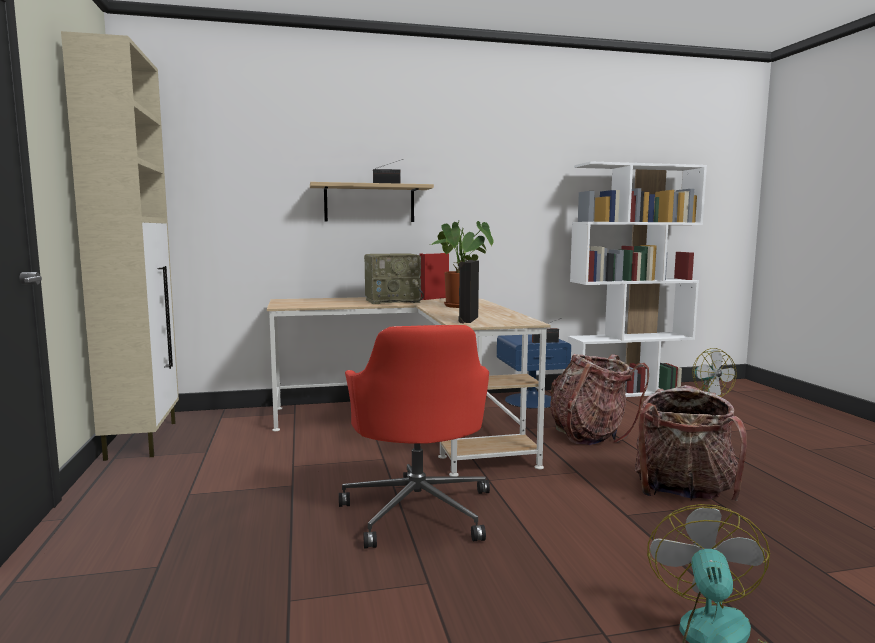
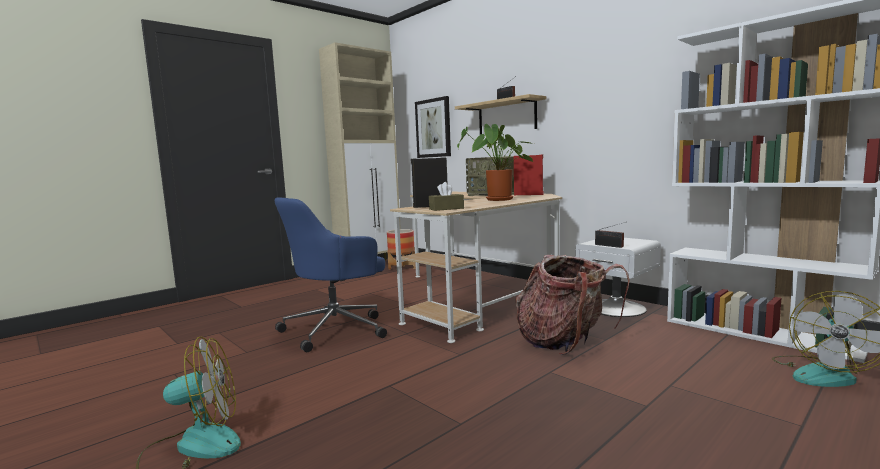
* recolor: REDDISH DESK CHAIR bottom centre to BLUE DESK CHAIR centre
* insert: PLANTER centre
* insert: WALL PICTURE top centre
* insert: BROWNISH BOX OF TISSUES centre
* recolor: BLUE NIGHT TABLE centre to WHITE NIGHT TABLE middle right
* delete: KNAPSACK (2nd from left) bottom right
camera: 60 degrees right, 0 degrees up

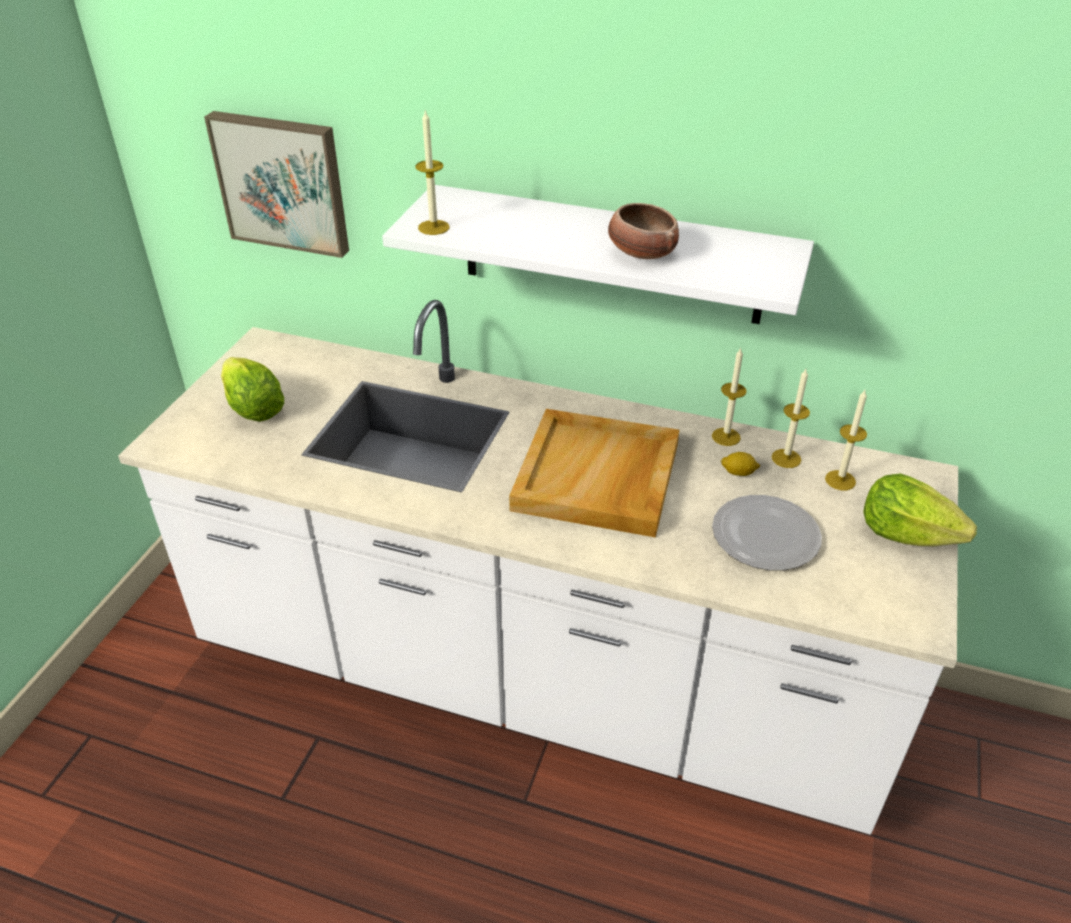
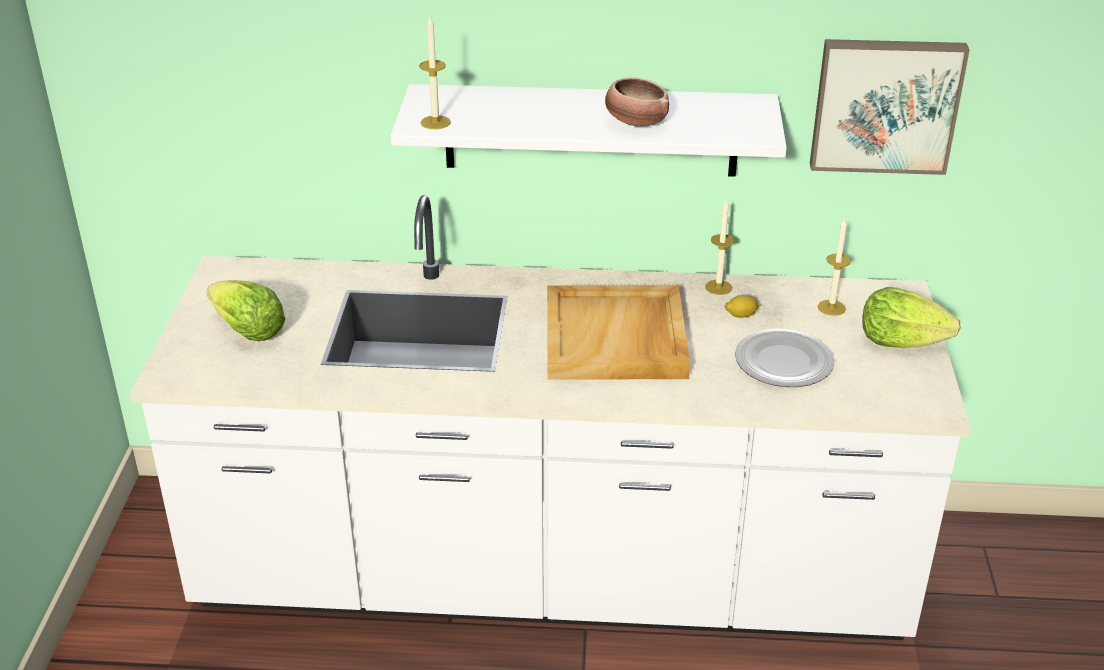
* move: WALL PICTURE top left to top right
* delete: WAX CANDLE (3rd from left) middle right
camera: 15 degrees left, 5 degrees down

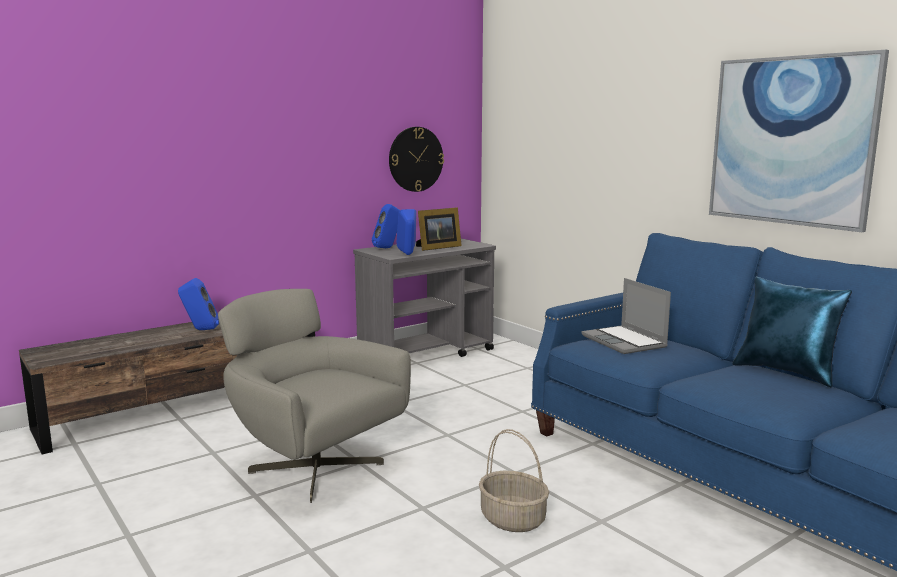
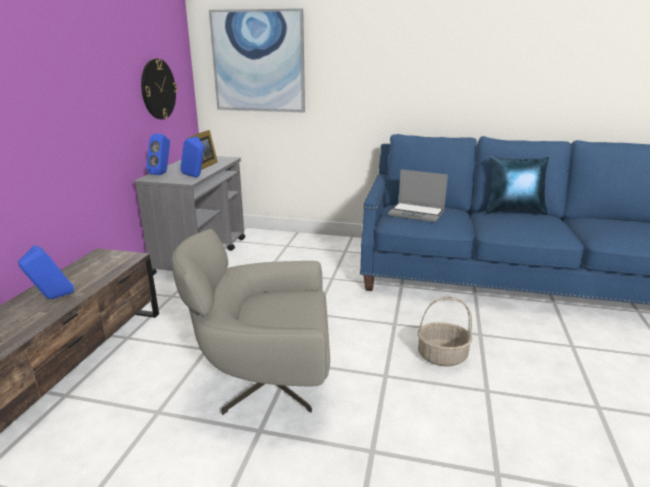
* move: WALL PICTURE top right to top centre
camera: 40 degrees left, 10 degrees up

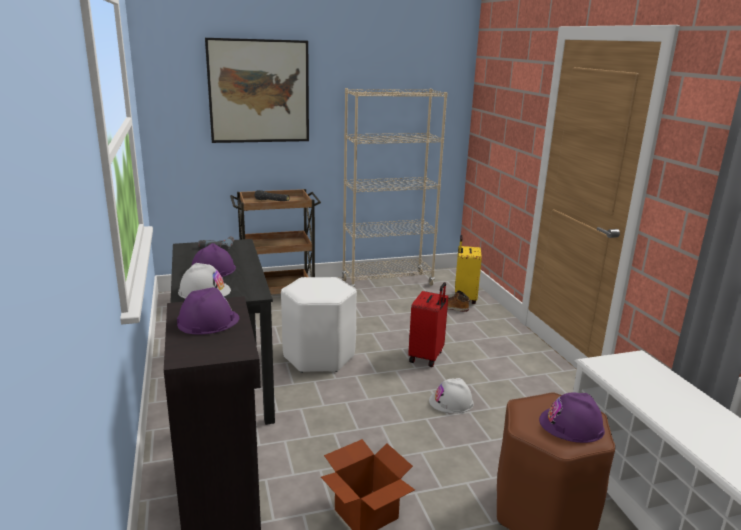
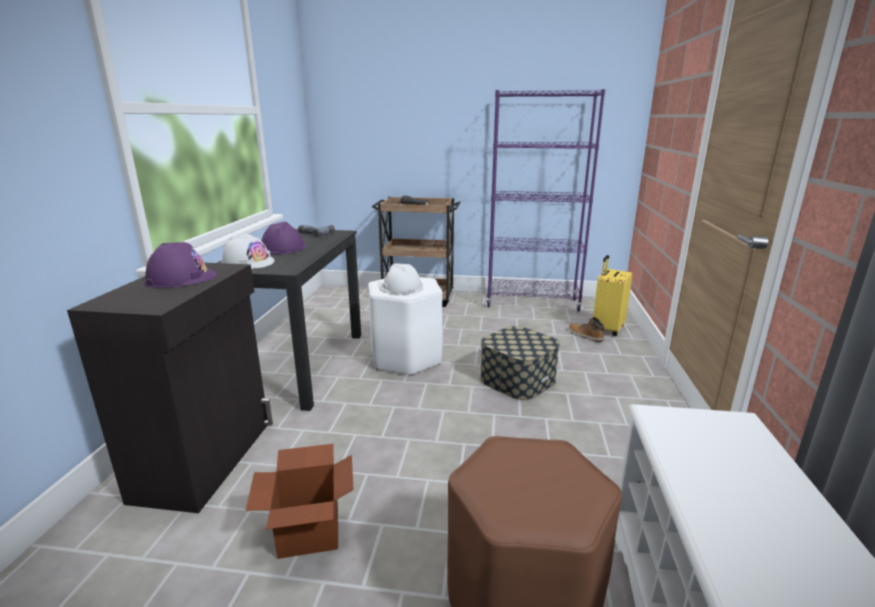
* move: WHITE SAFETY HELMET (2nd from left) bottom centre to centre
* replace: REDDISH TRAVEL CASE centre to STORAGE CONTAINER centre
* recolor: BEIGE-COLOURED BOOKSHELF centre to PURPLE-COLOURED BOOKSHELF top centre
* delete: WALL PICTURE top centre
* delete: PURPLE-COLOURED SAFETY HELMET (3rd from left) bottom right
camera: 25 degrees right, 0 degrees up

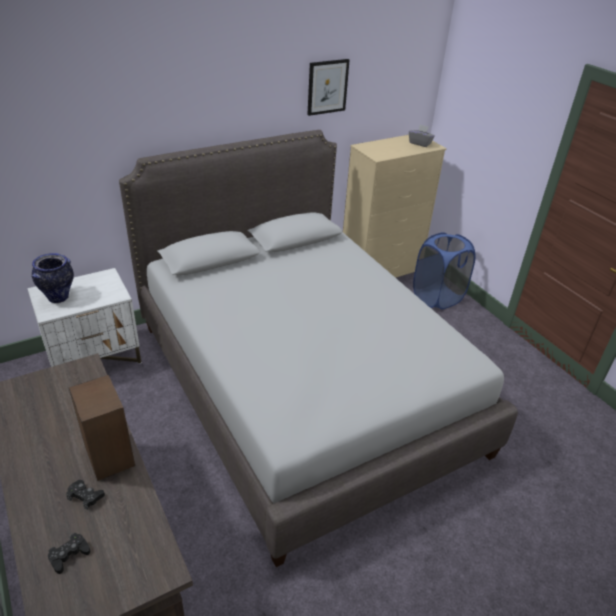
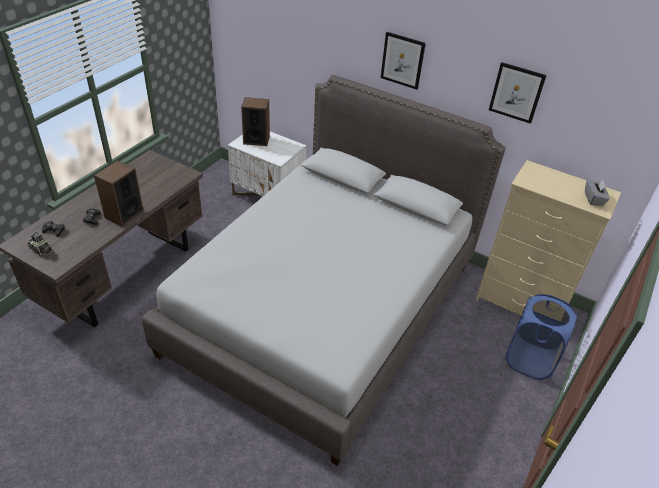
* insert: STILL CAMERA middle left
* replace: FLOWER VASE middle left to LOUDSPEAKER (2nd from left) top centre
* insert: WALL PICTURE (1st from left) top centre
camera: 60 degrees right, 5 degrees up

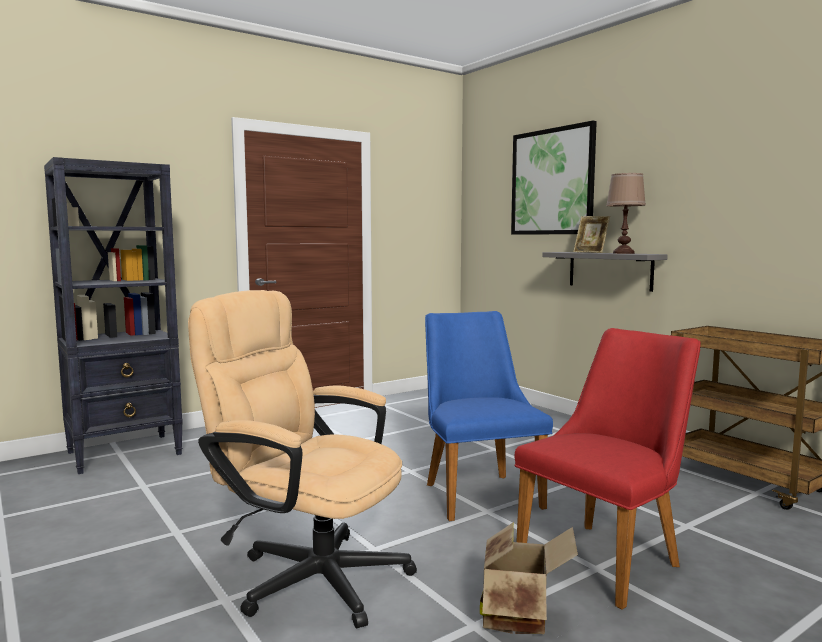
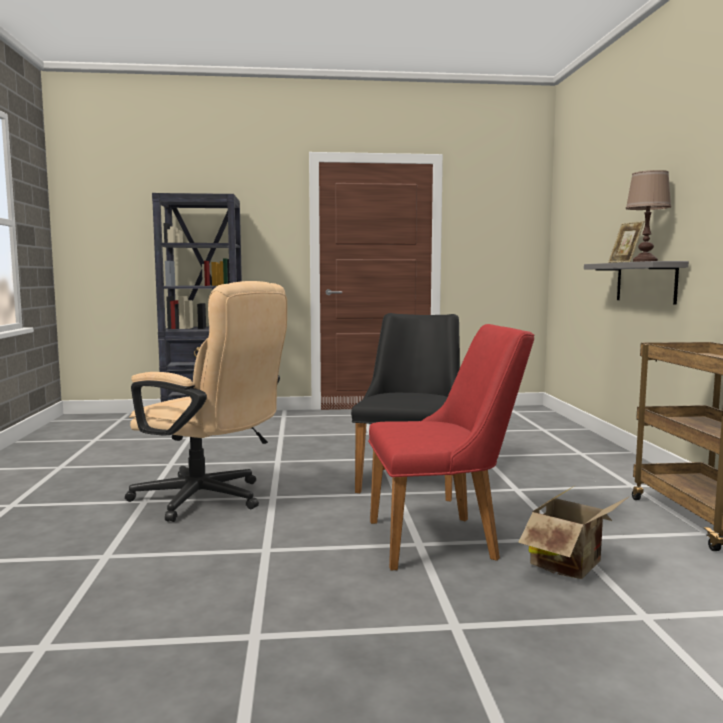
* rotate: BEIGE-COLOURED DESK CHAIR bottom centre = middle left 150 degrees clockwise
* recolor: BLUE PLAIN CHAIR centre to BLACK PLAIN CHAIR centre
* move: CARDBOARD BOX bottom centre to bottom right
* delete: WALL PICTURE top right
camera: 30 degrees right, 0 degrees up

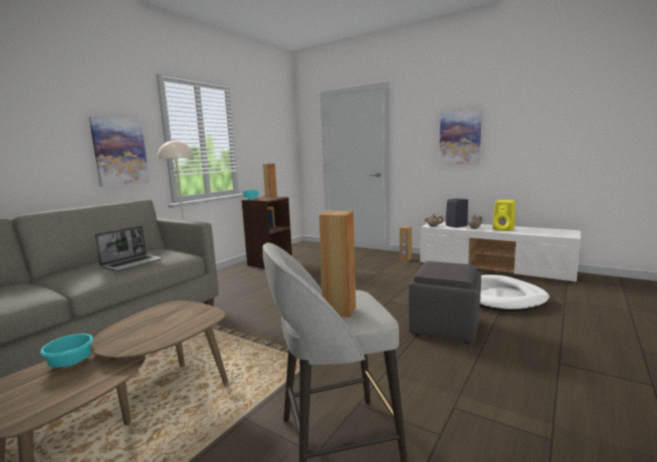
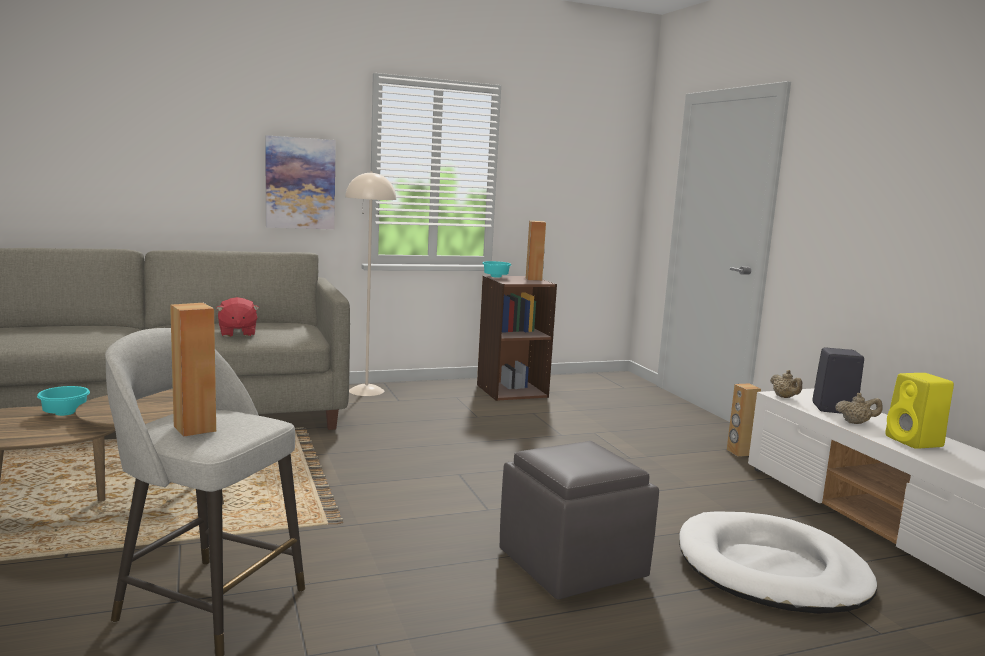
* replace: NOTEBOOK COMPUTER middle left to REDDISH CUDDLY TOY middle left
* delete: WALL PICTURE (2nd from left) top right
camera: 35 degrees right, 0 degrees up

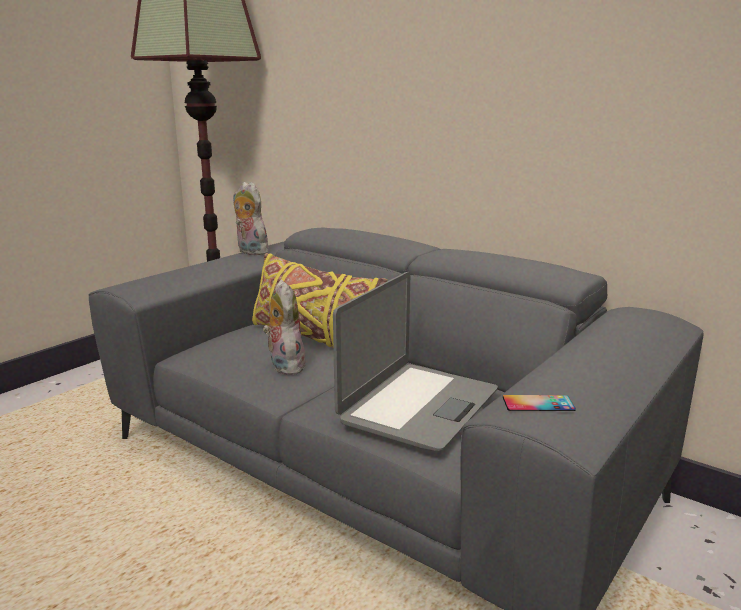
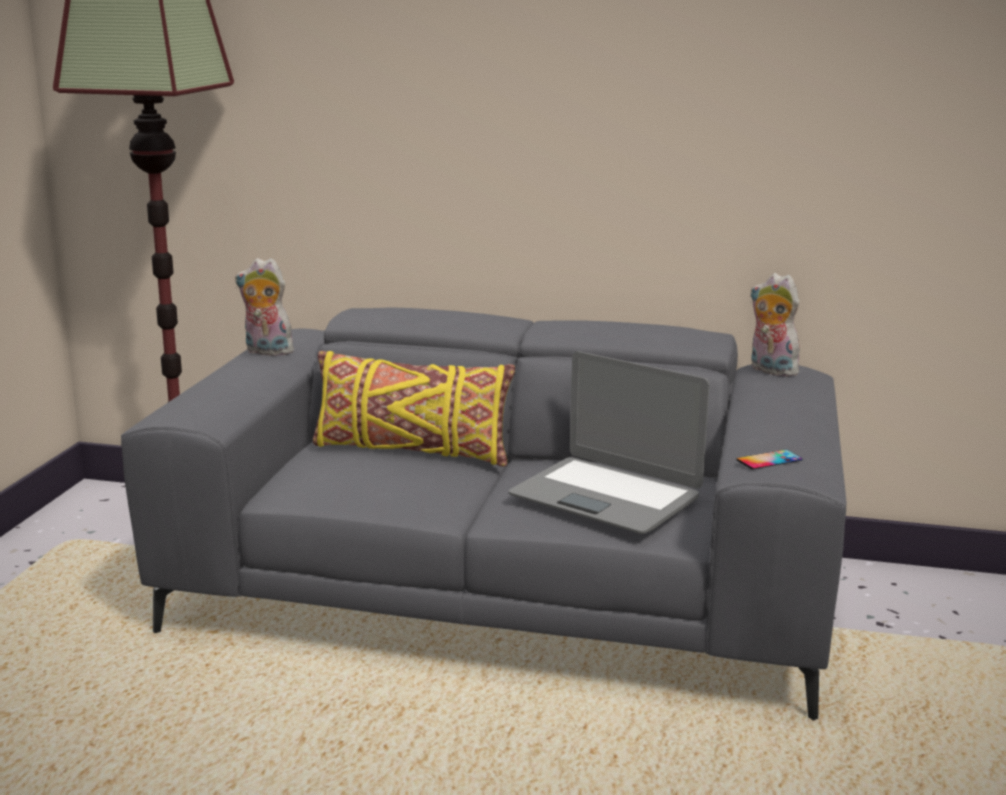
* rotate: NOTEBOOK COMPUTER centre = centre 120 degrees clockwise
* move: CUDDLY TOY (2nd from left) centre to middle right
camera: 25 degrees left, 0 degrees up

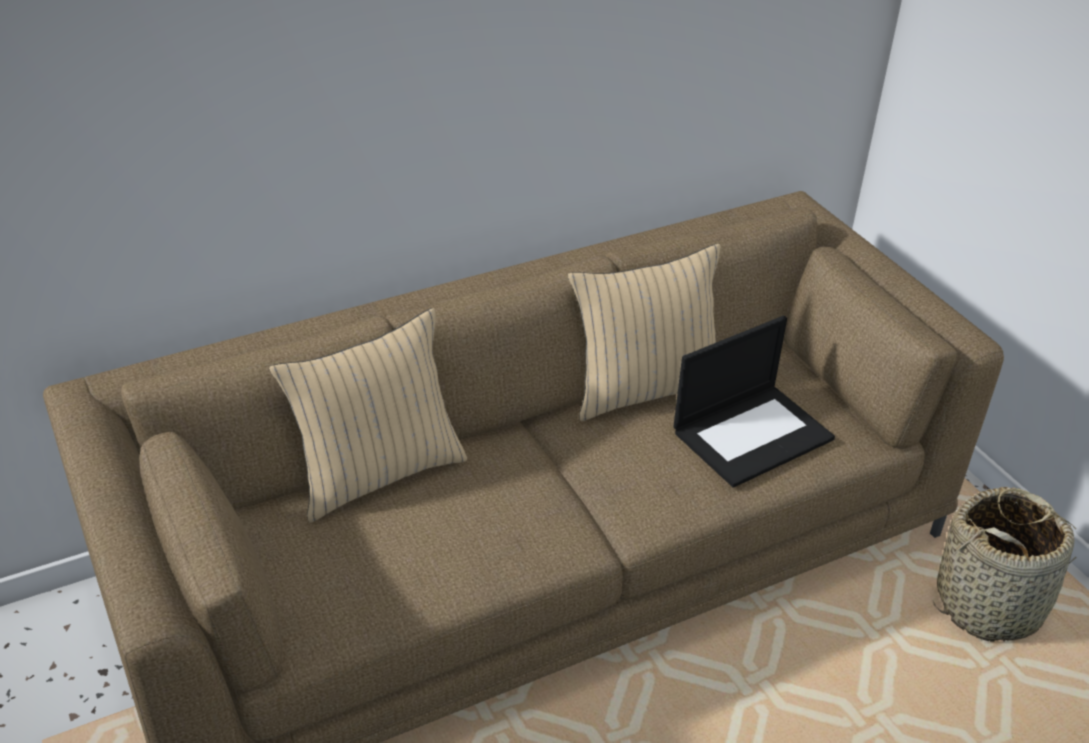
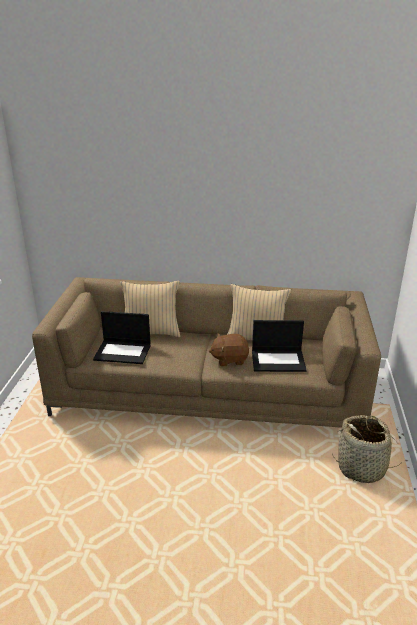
* insert: NOTEBOOK COMPUTER (1st from left) middle left
* insert: BROWNISH CUDDLY TOY centre
camera: 35 degrees right, 10 degrees down

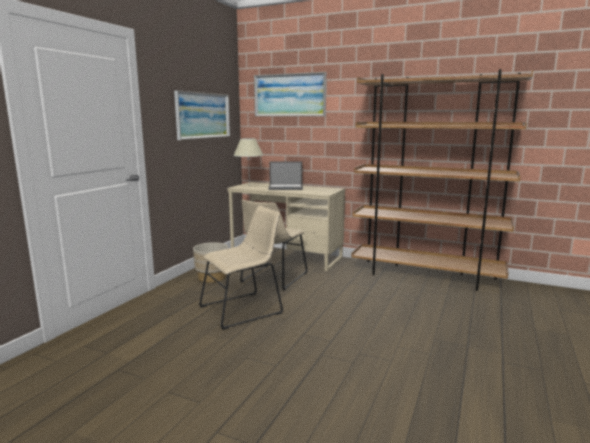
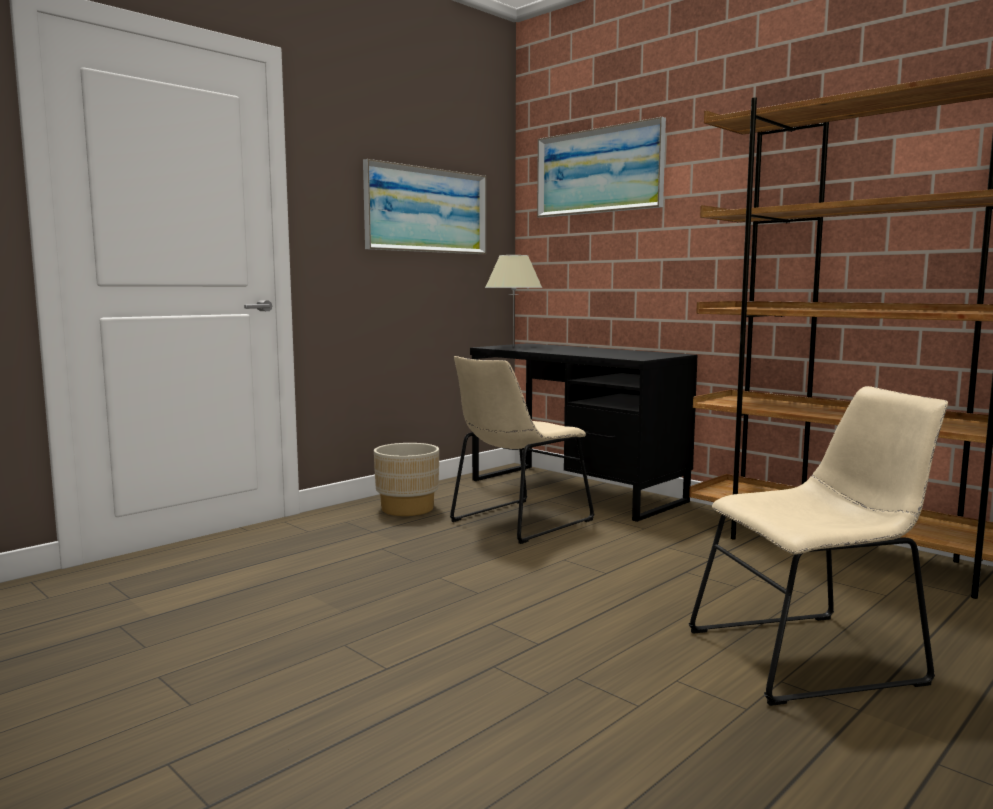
* recolor: BEIGE-COLOURED DESK centre to BLACK DESK centre
* move: BEIGE-COLOURED PLAIN CHAIR (1st from left in the first image) centre to BEIGE-COLOURED PLAIN CHAIR (2nd from left) bottom right
* delete: NOTEBOOK COMPUTER centre
camera: 20 degrees right, 5 degrees down

